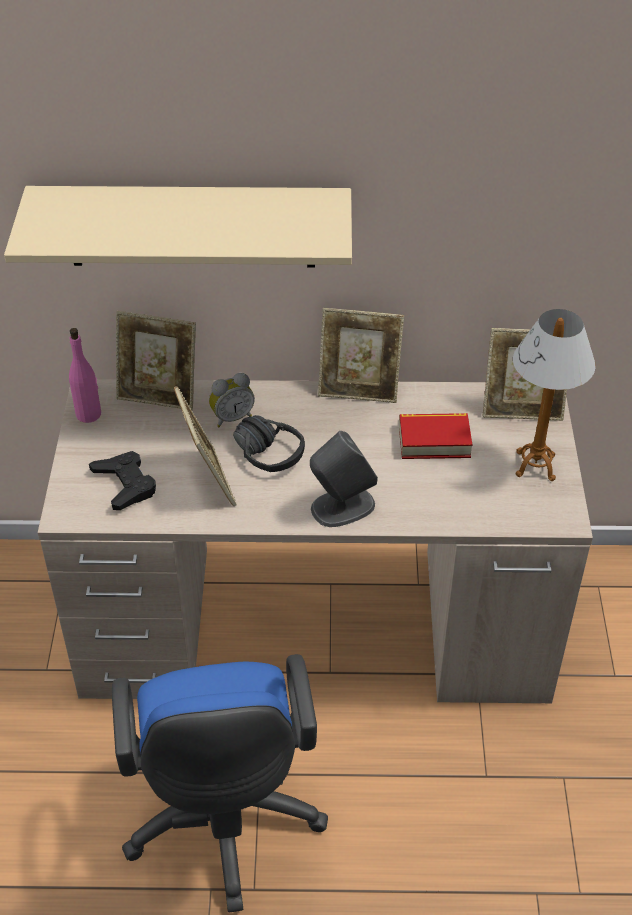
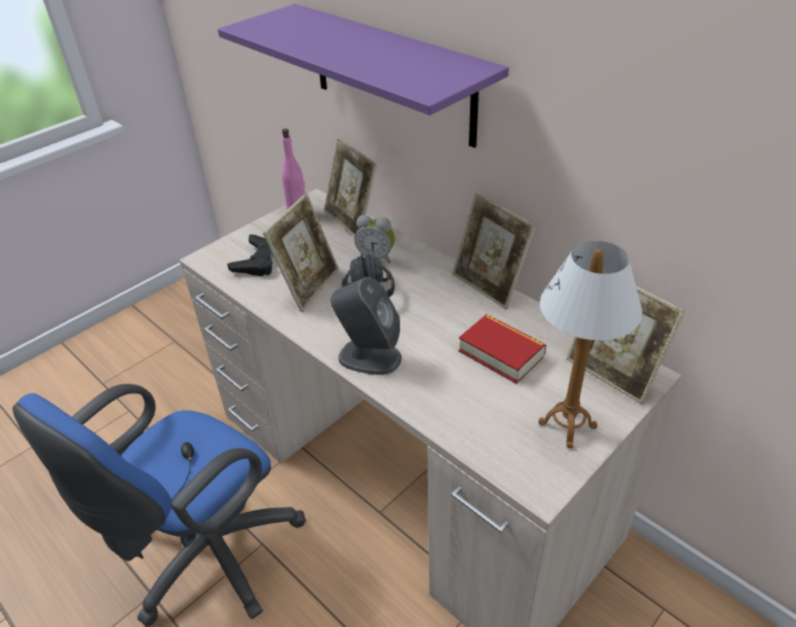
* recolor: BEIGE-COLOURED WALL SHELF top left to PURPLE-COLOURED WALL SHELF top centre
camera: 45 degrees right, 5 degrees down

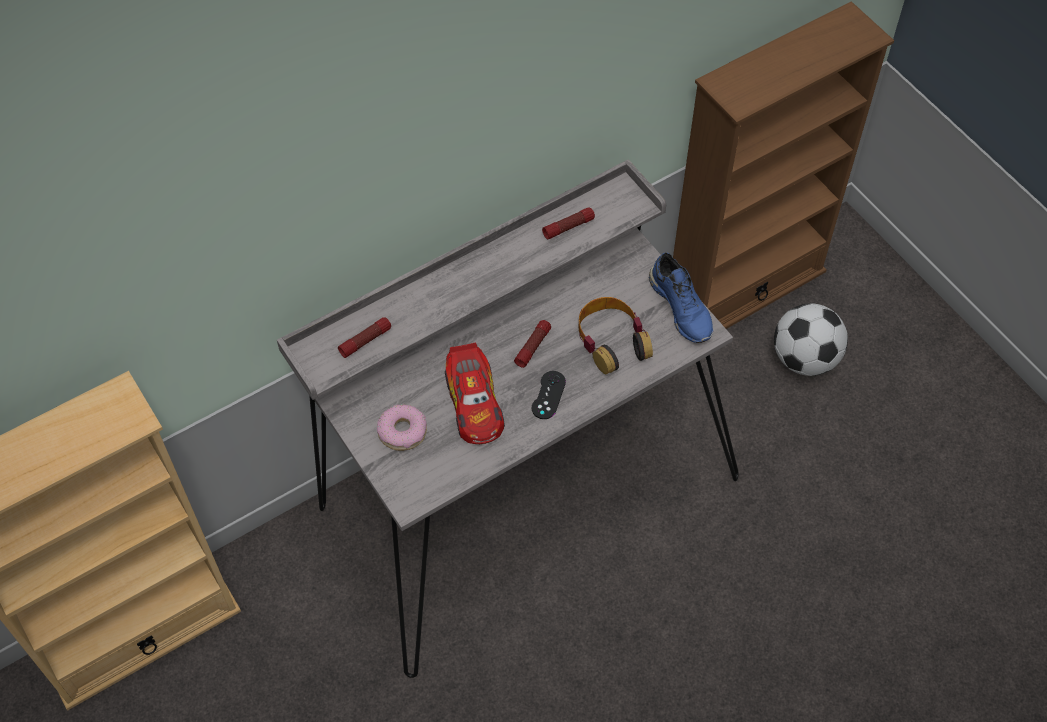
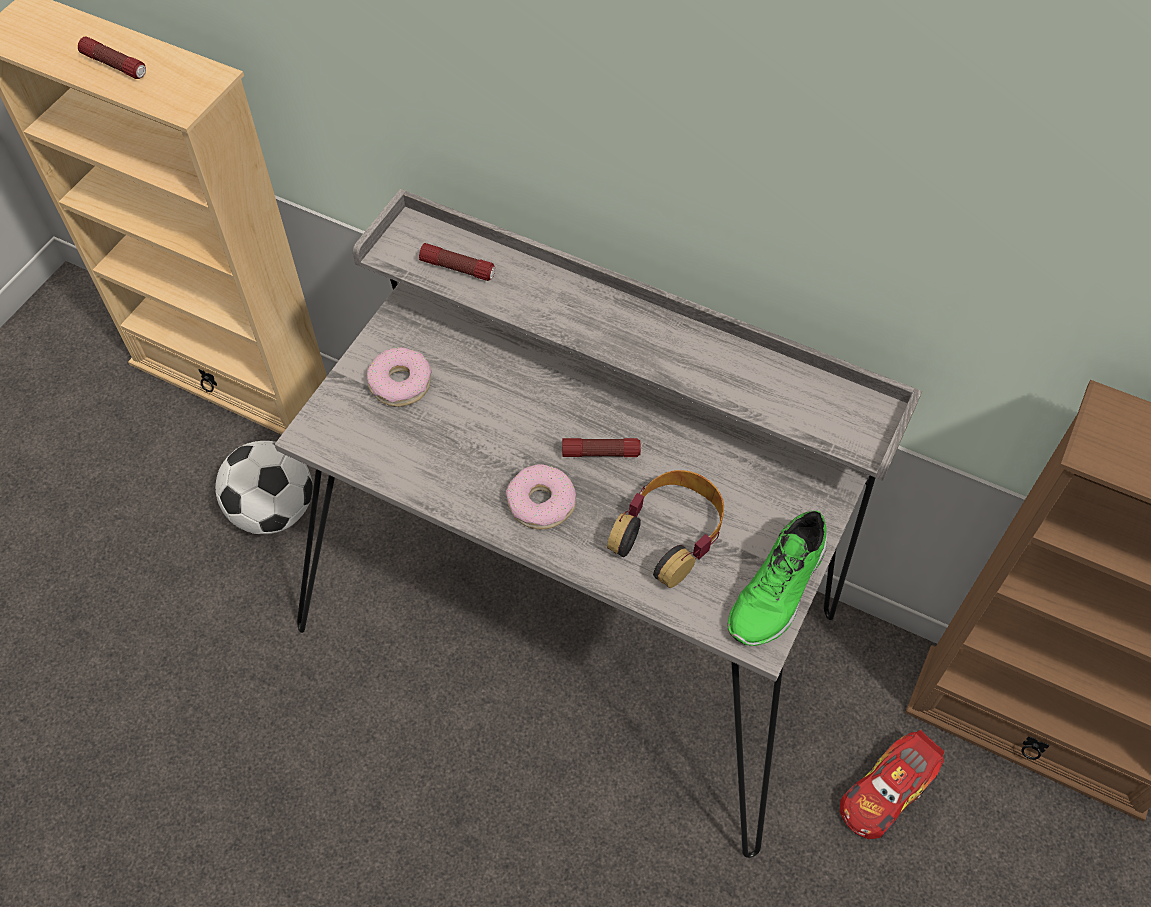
* move: TORCH (3rd from left in the first image) top centre to TORCH (1st from left) top left
* move: FOOTBALL BALL middle right to middle left
* replace: BLACK GAMEPAD centre to RING DOUGHNUT (2nd from left) centre
* recolor: BLUE ITEM OF FOOTWEAR centre to GREEN ITEM OF FOOTWEAR middle right
* move: TOY CAR centre to bottom right
camera: 60 degrees right, 0 degrees up

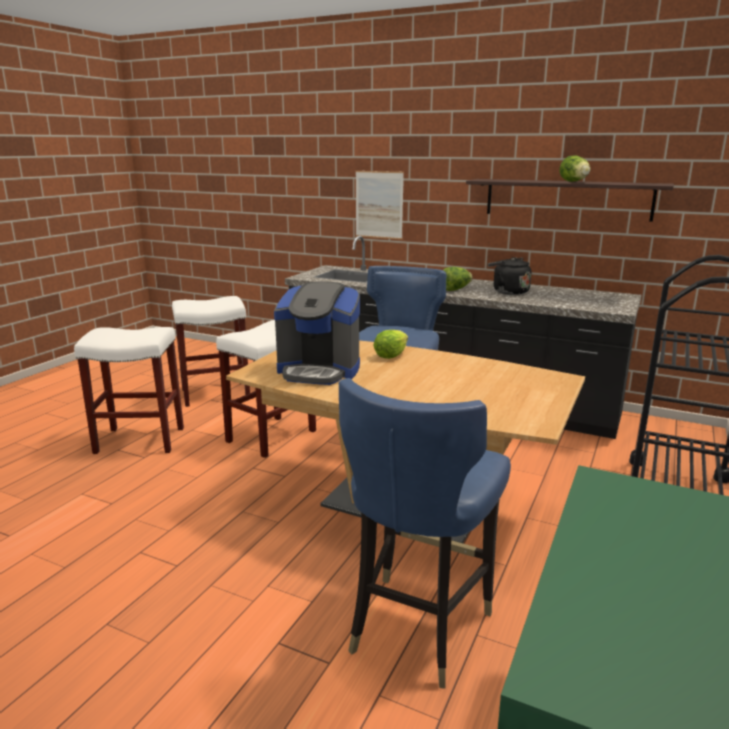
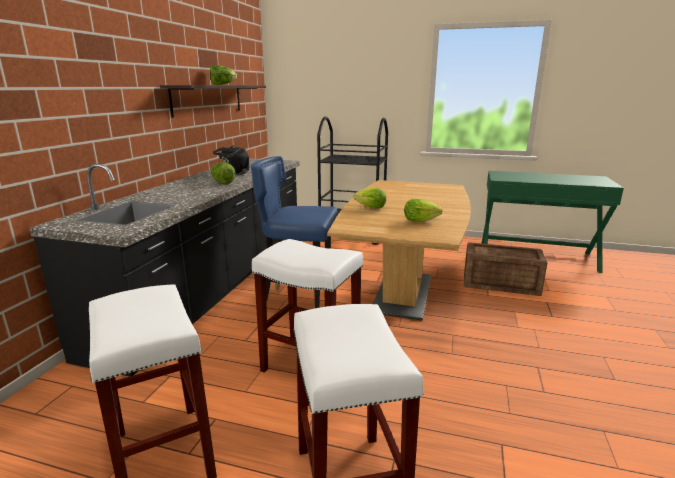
* replace: COFFEE BREWER centre to LETTUCE HEAD (4th from left) centre
* replace: BLUE PLAIN CHAIR (2nd from left) bottom centre to PACKING CRATE middle right
* delete: WALL PICTURE top centre
camera: 100 degrees left, 0 degrees up

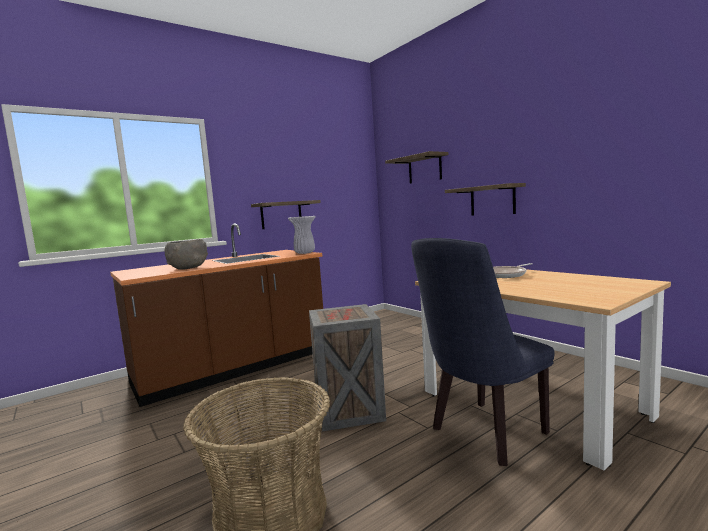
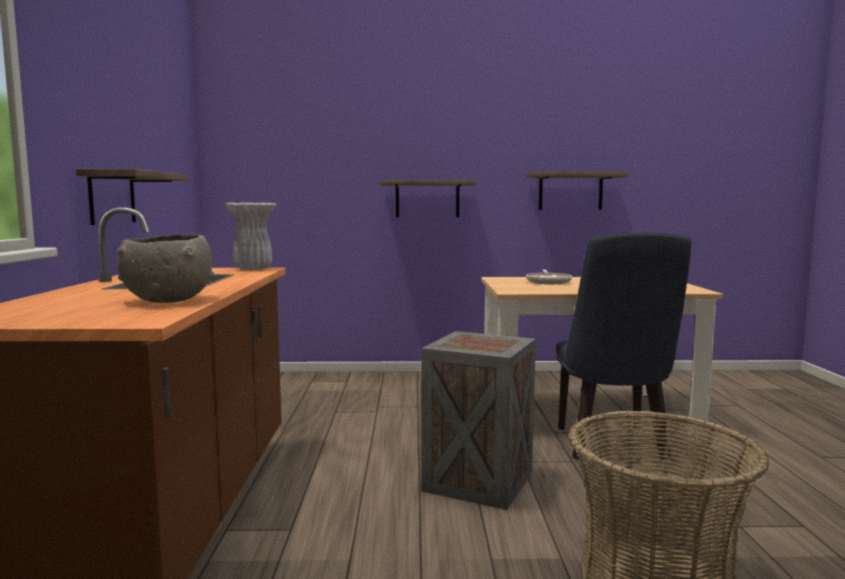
* move: WALL SHELF (2nd from left in the first image) top centre to WALL SHELF (3rd from left) top right
camera: 55 degrees left, 0 degrees up

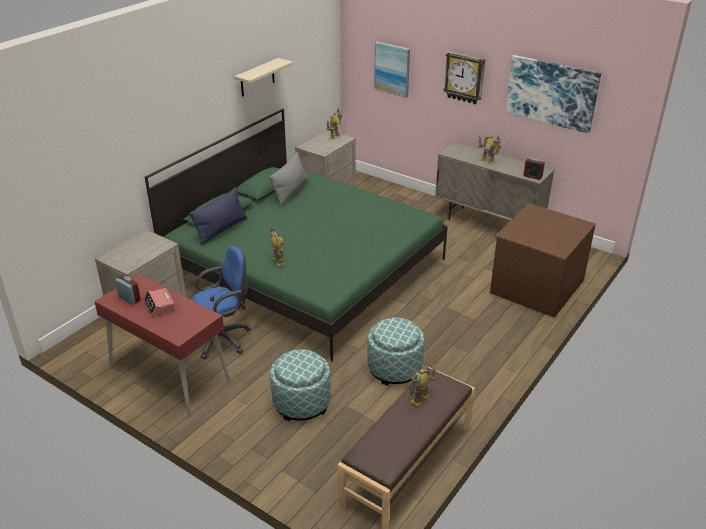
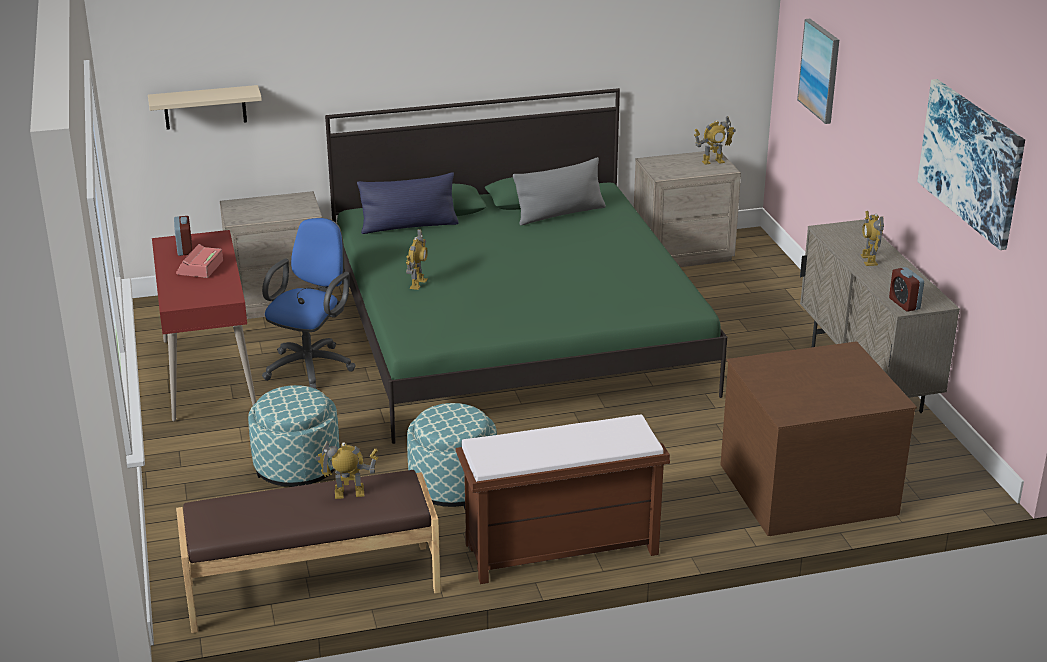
* move: BEIGE-COLOURED WALL SHELF top centre to top left
* rotate: BLUE DESK CHAIR middle left = middle left 75 degrees counterclockwise
* insert: BROWNISH BENCH (2nd from left) bottom centre
* delete: CLOCK ON THE WALL top centre
camera: 40 degrees right, 5 degrees down

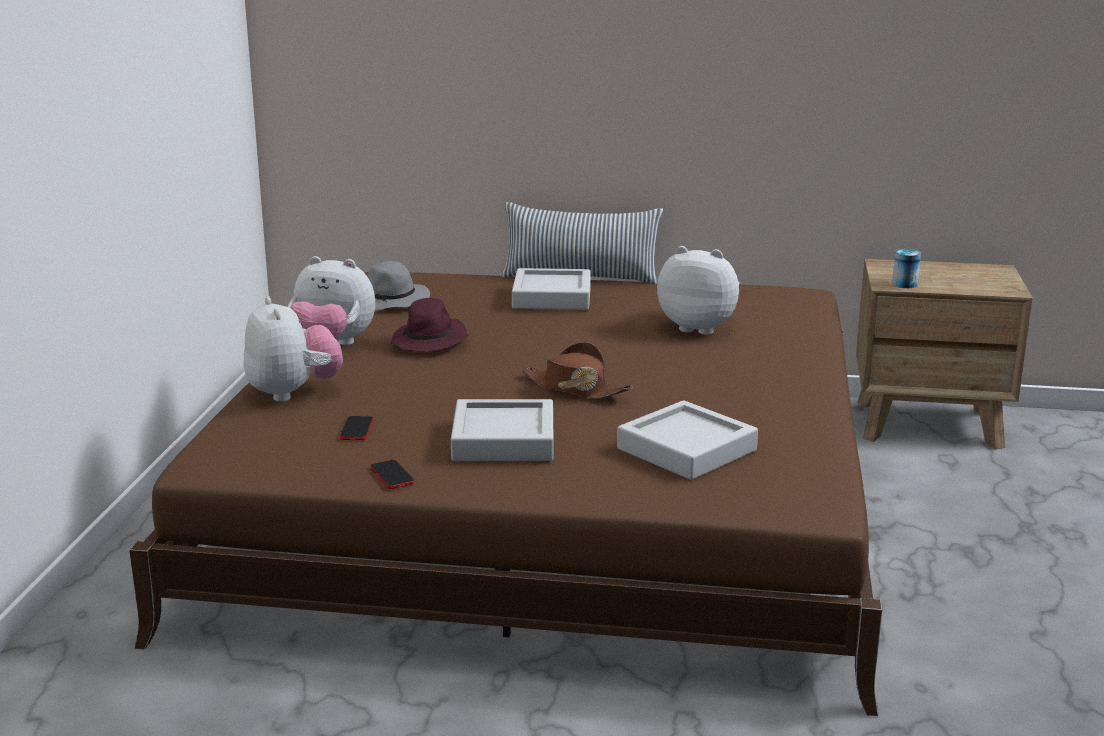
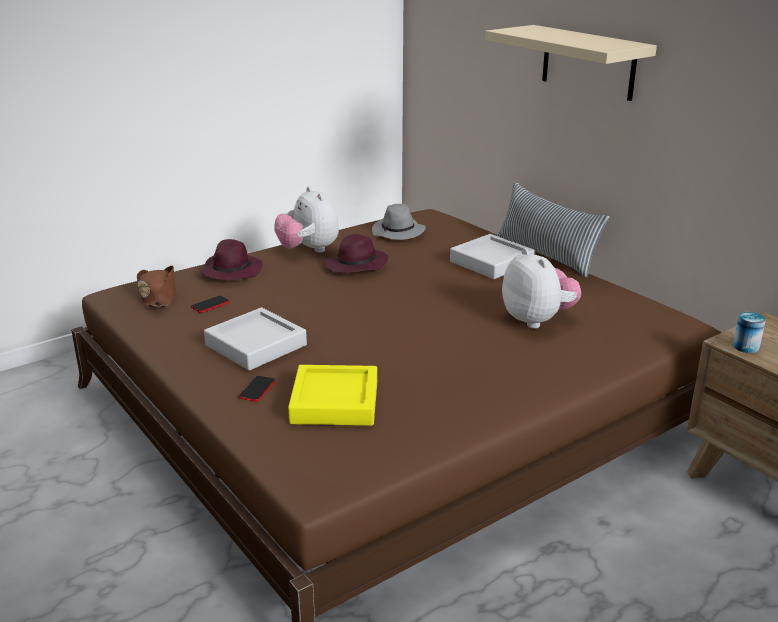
* move: BROWNISH CLOTHING HAT centre to middle left
* replace: CUDDLY TOY (1st from left) middle left to PURPLE-COLOURED CLOTHING HAT (1st from left) middle left
* move: PHONE (2nd from left) centre to middle left
* recolor: GREYISH TRAY (3rd from left) centre to YELLOW TRAY centre
* insert: BEIGE-COLOURED WALL SHELF top right
camera: 45 degrees right, 5 degrees up

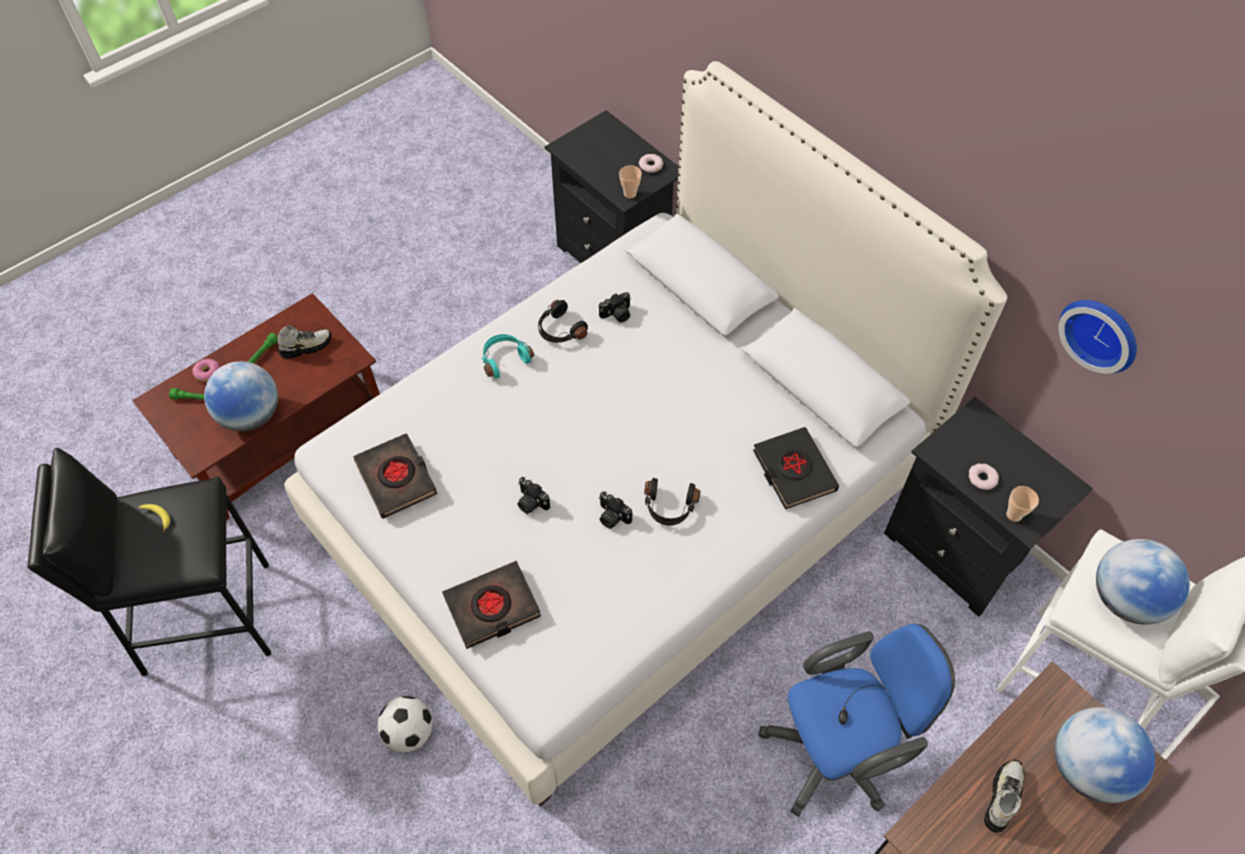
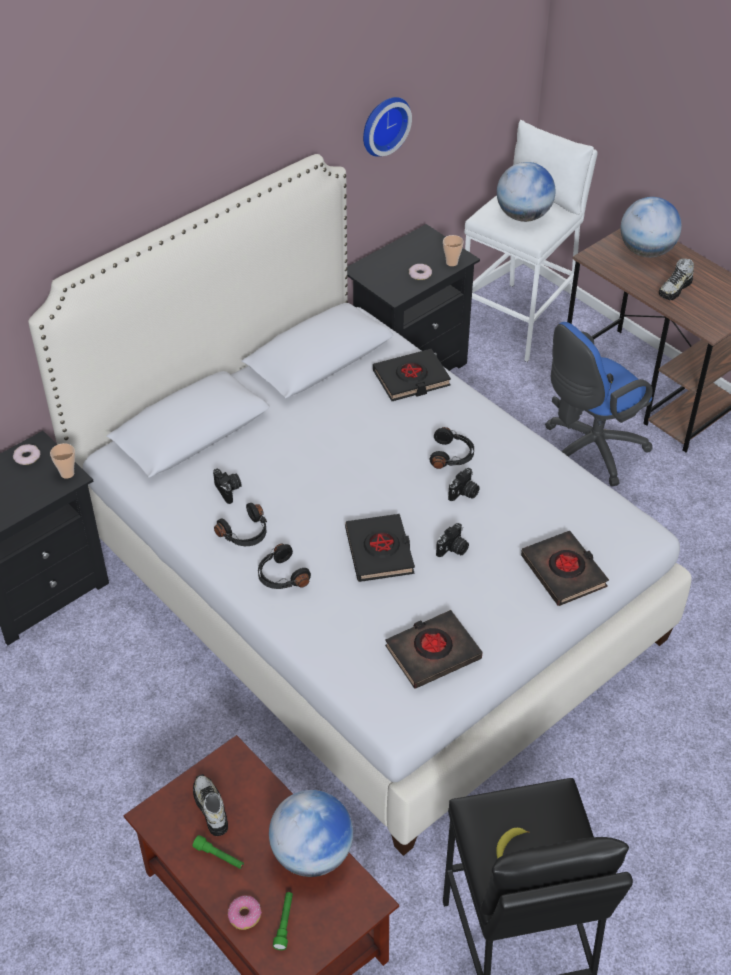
* recolor: TURQUOISE-COLOURED HEADSET centre to BLACK HEADSET (2nd from left) centre
* insert: BLACK VOLUME (1st from left) centre
* rotate: BLUE DESK CHAIR bottom right = middle right 105 degrees counterclockwise
* rotate: ITEM OF FOOTWEAR (2nd from left) bottom right = top right 75 degrees counterclockwise
* delete: FOOTBALL BALL bottom left
camera: 90 degrees left, 10 degrees down

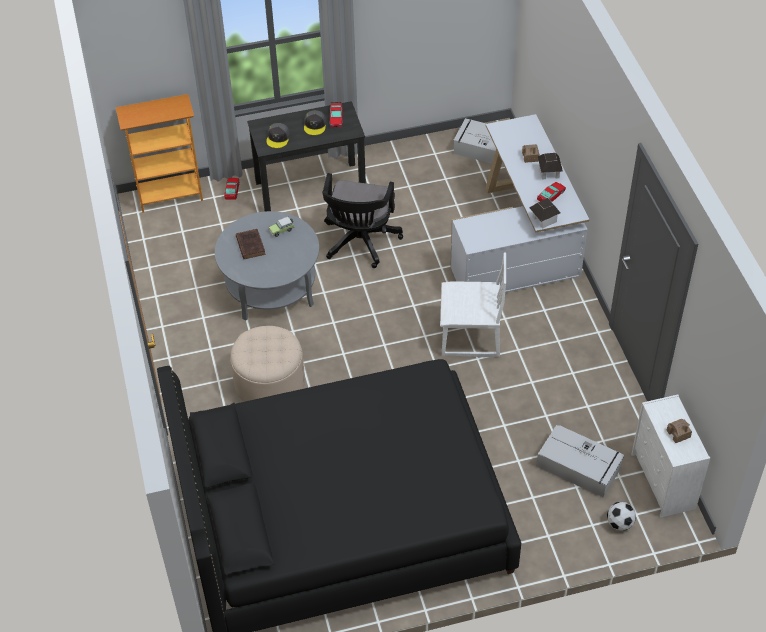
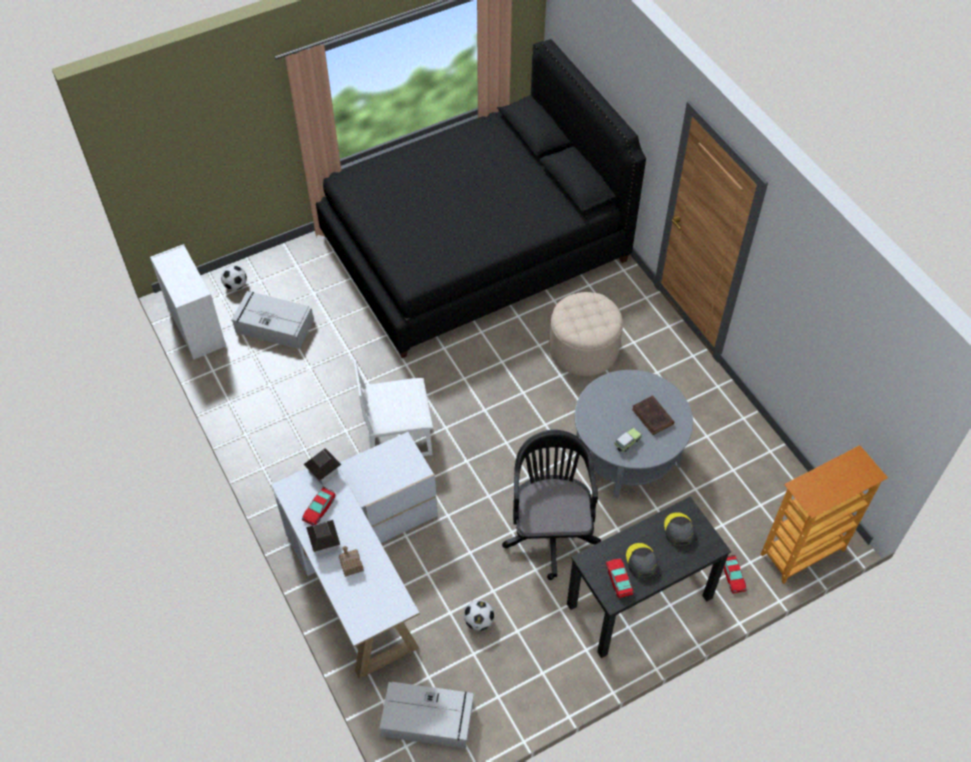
* insert: FOOTBALL BALL (2nd from left) bottom centre
* delete: TOY HOUSE (4th from left) bottom right
camera: 165 degrees right, 5 degrees up

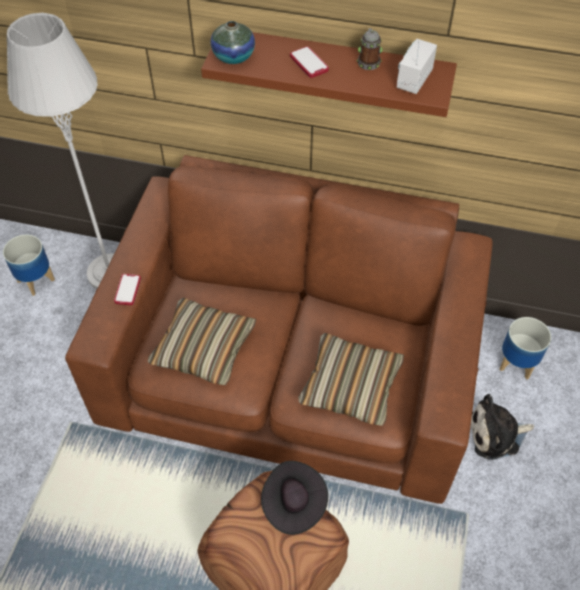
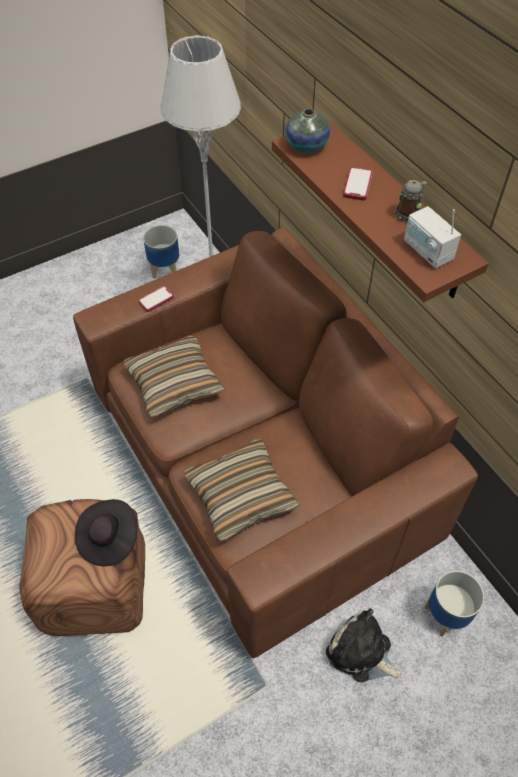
* rotate: RADIO SET top right = top right 105 degrees counterclockwise
camera: 45 degrees right, 0 degrees up

